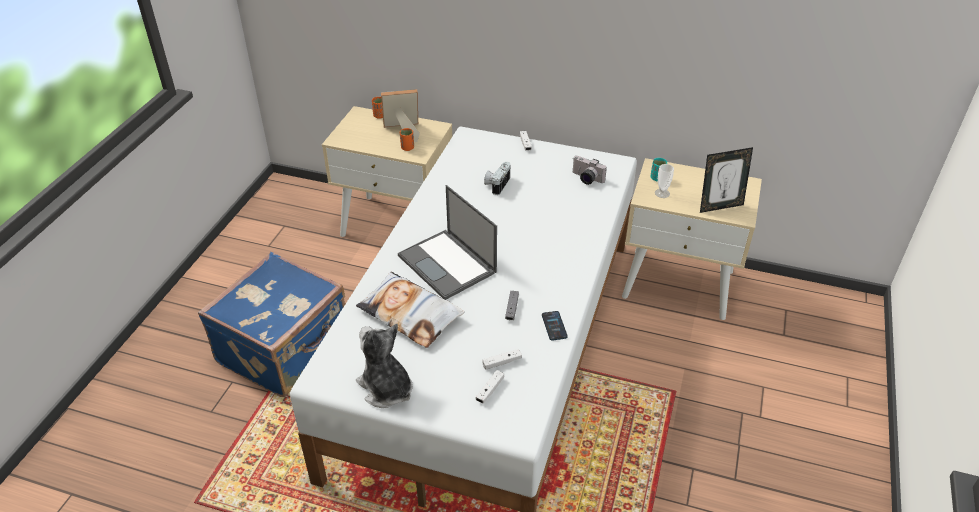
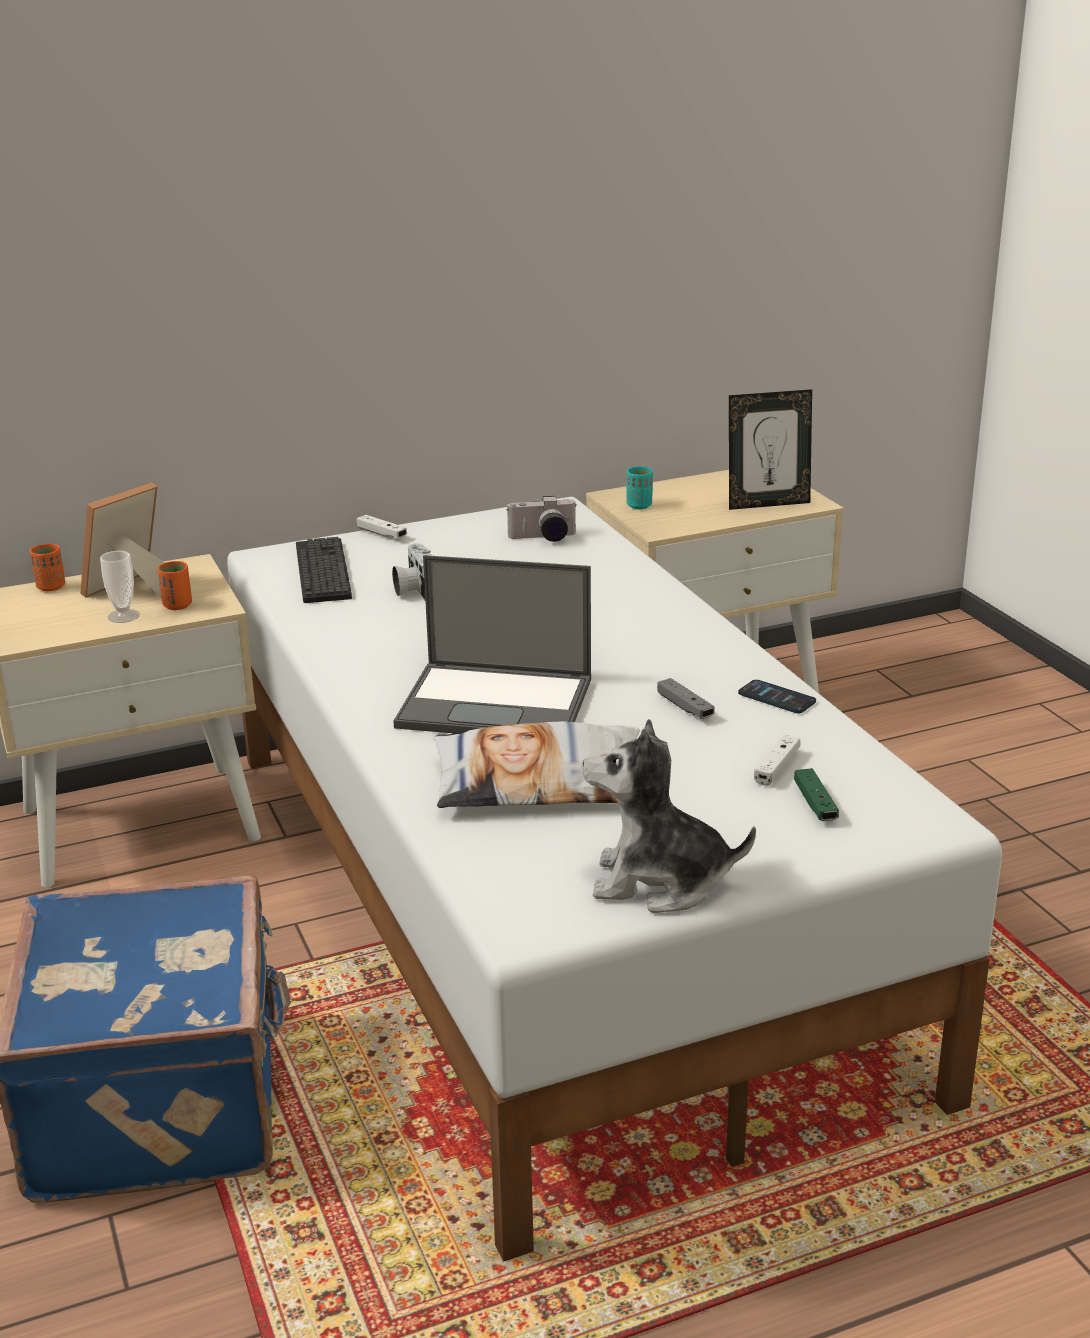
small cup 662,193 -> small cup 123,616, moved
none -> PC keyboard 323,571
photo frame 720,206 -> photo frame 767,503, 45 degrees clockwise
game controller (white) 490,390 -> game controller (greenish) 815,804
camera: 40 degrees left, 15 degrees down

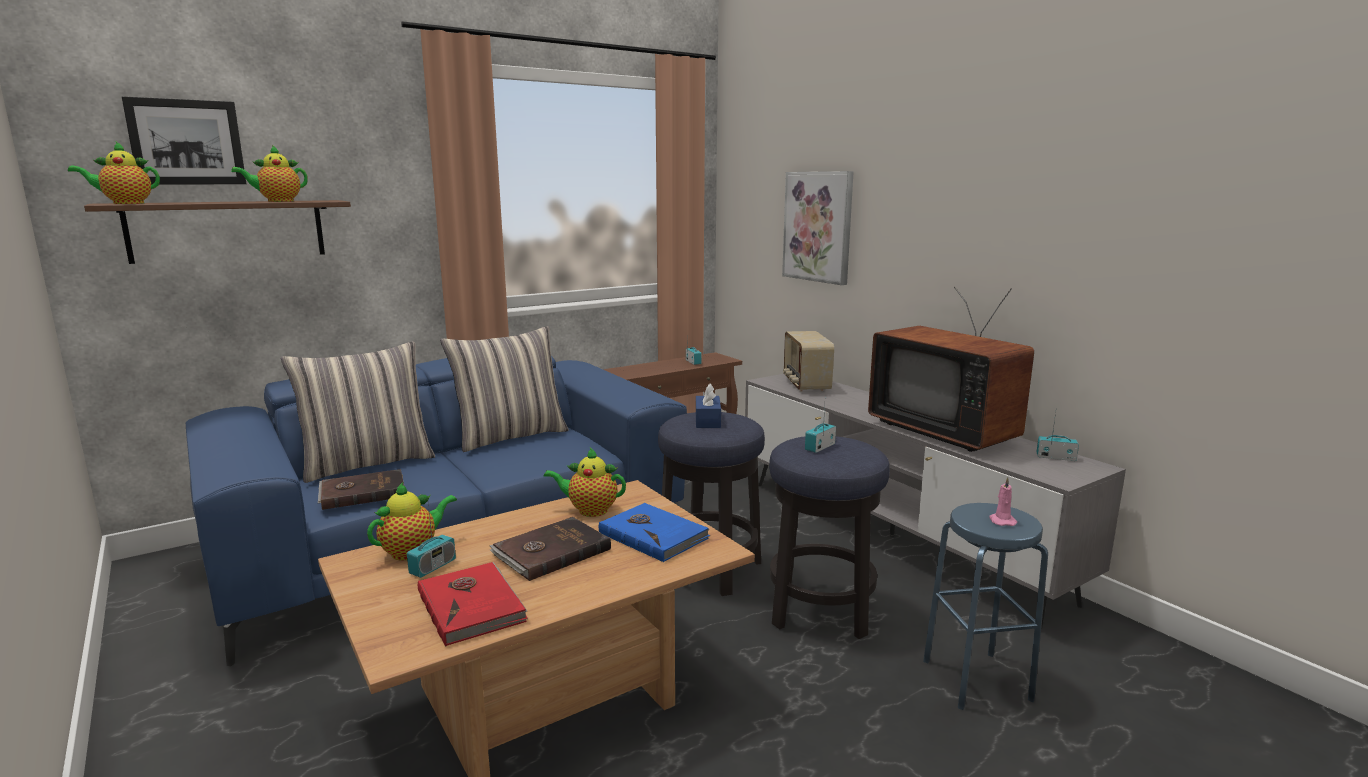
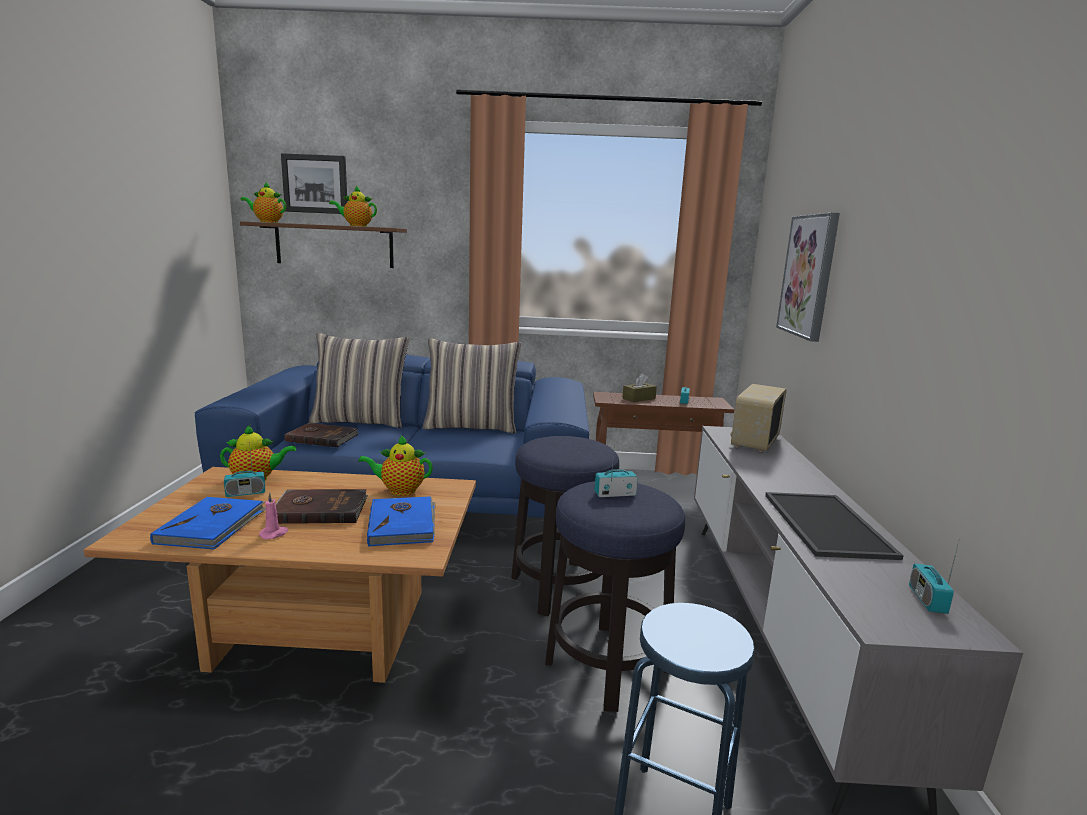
book (red) 472,606 -> book (blue) 213,526
wax light (pinkish) 1001,521 -> wax light (pinkish) 274,534, moved
pot for tea 589,510 -> pot for tea 399,490, 45 degrees counterclockwise
none -> box of tissues (brown) 639,398
TV set 946,431 -> serving tray 829,525
radio 1056,457 -> radio 927,600, 135 degrees counterclockwise
box of tissues (blue) 707,420 -> none
camera: 35 degrees right, 0 degrees up

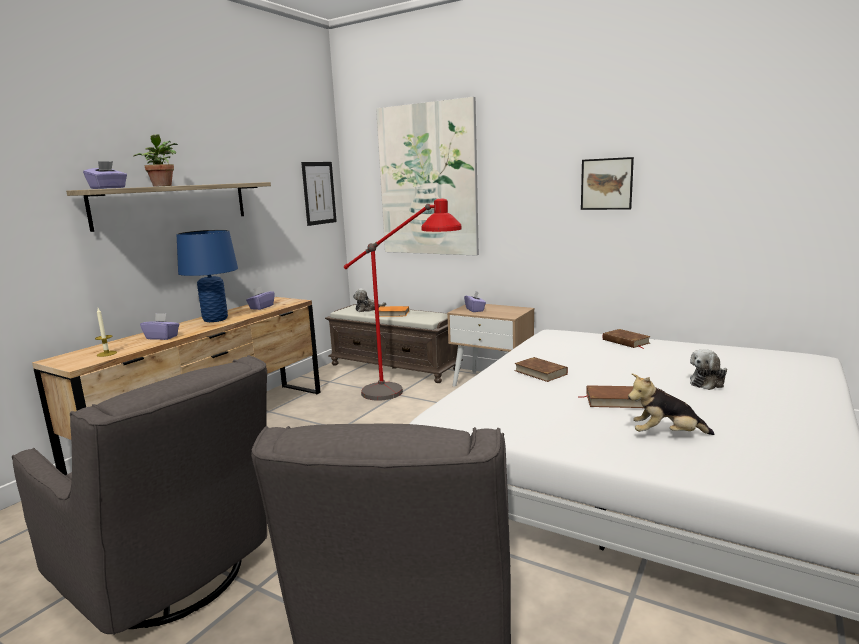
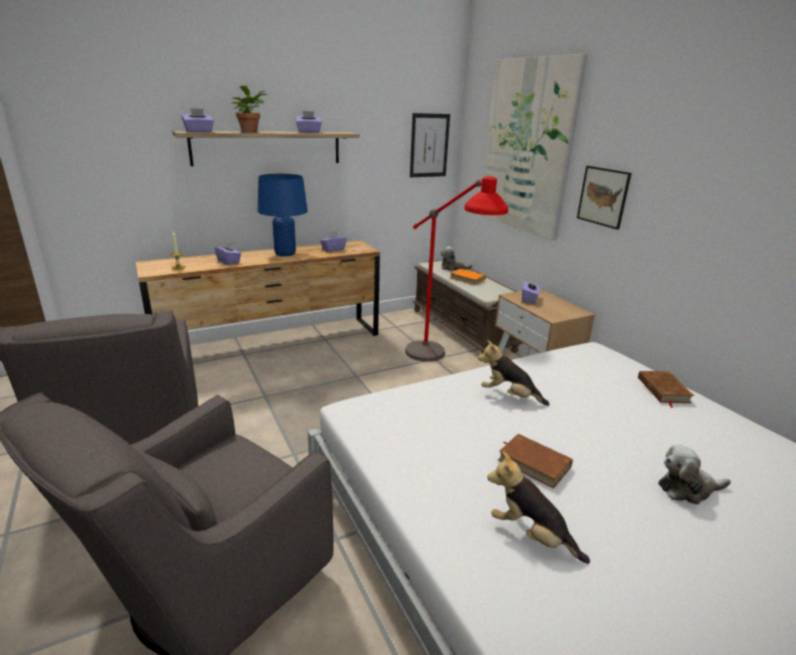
none -> box of tissues (purplish) 309,132
book (brown) 540,372 -> plush toy 509,396
picture 606,184 -> picture 603,196, moved
camera: 30 degrees right, 10 degrees up

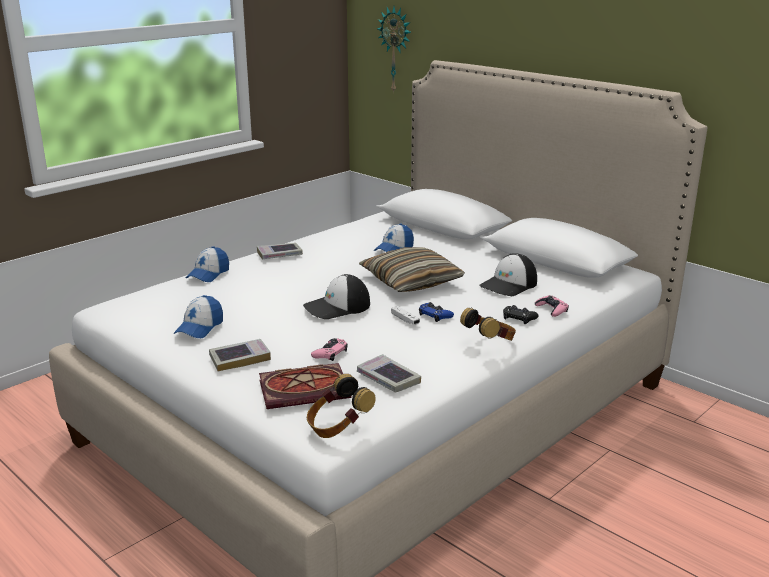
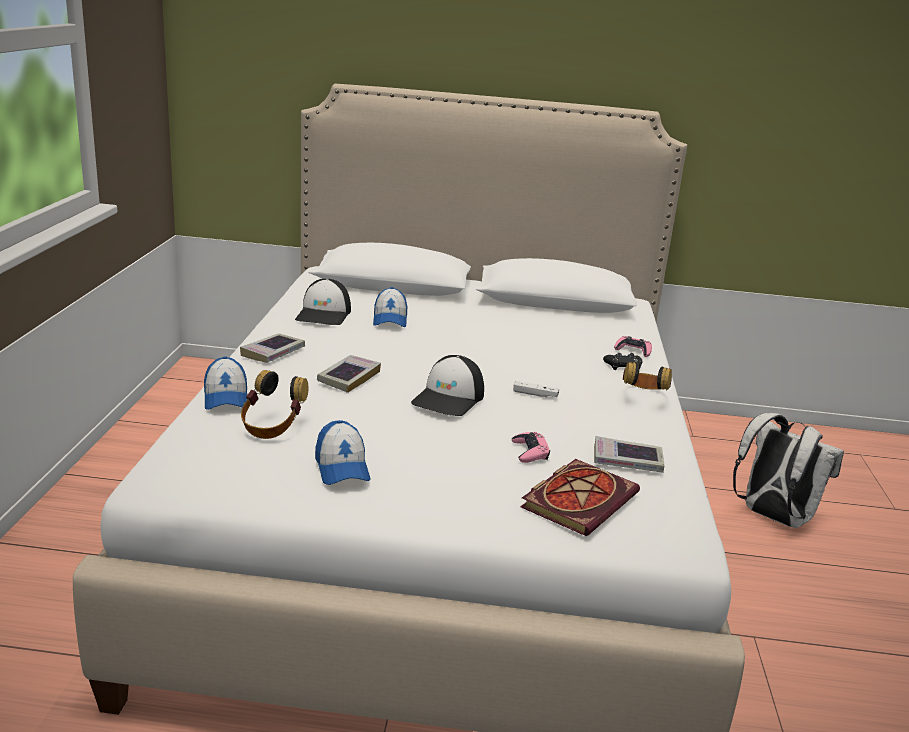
pair of headphones 338,427 -> pair of headphones 272,427, moved
cap 509,285 -> cap 324,314, moved
book 240,358 -> book 349,378, moved
none -> backpack (white) 772,517
throw pillow 411,281 -> none
hanging clock 396,49 -> none
game controller (blue) 435,315 -> none
camera: 40 degrees left, 0 degrees up

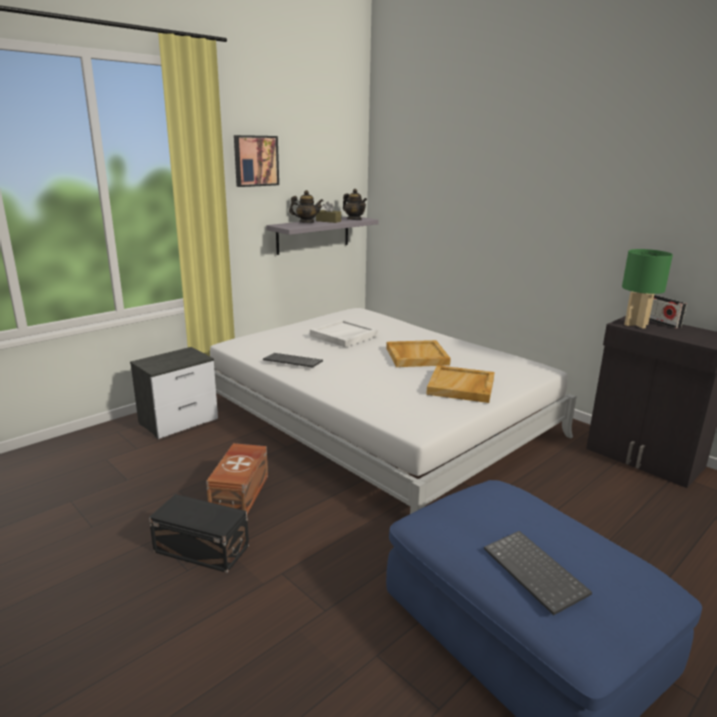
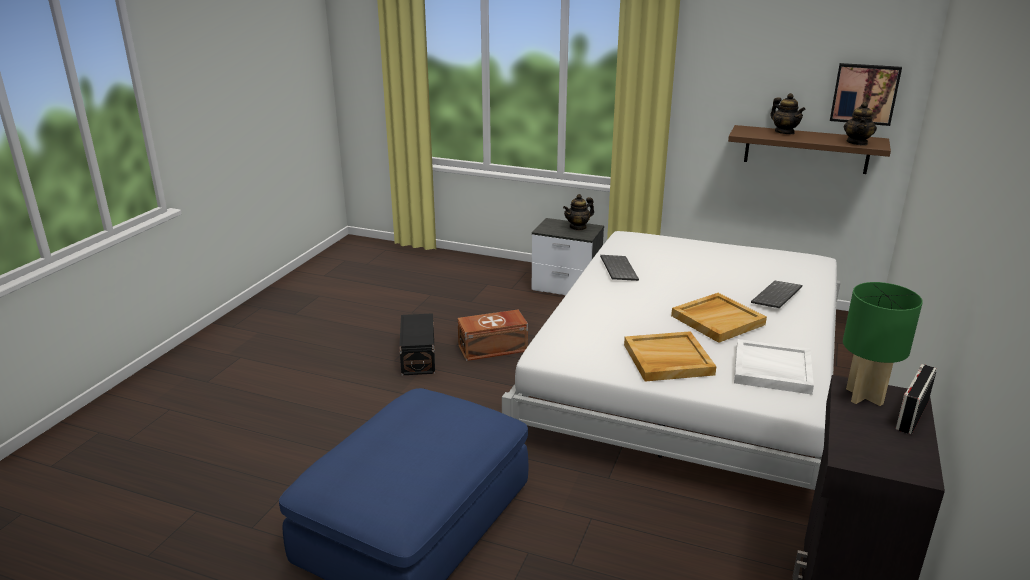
none -> pot for tea 578,227
wall shelf (grey) 313,235 -> wall shelf (brown) 806,149
serving tray (white) 344,336 -> serving tray (white) 771,370, moved
PC keyboard 537,572 -> PC keyboard 777,296, moved
picture 255,161 -> picture 864,93, moved
box of tissues (brown) 328,221 -> none
camera: 65 degrees right, 5 degrees up

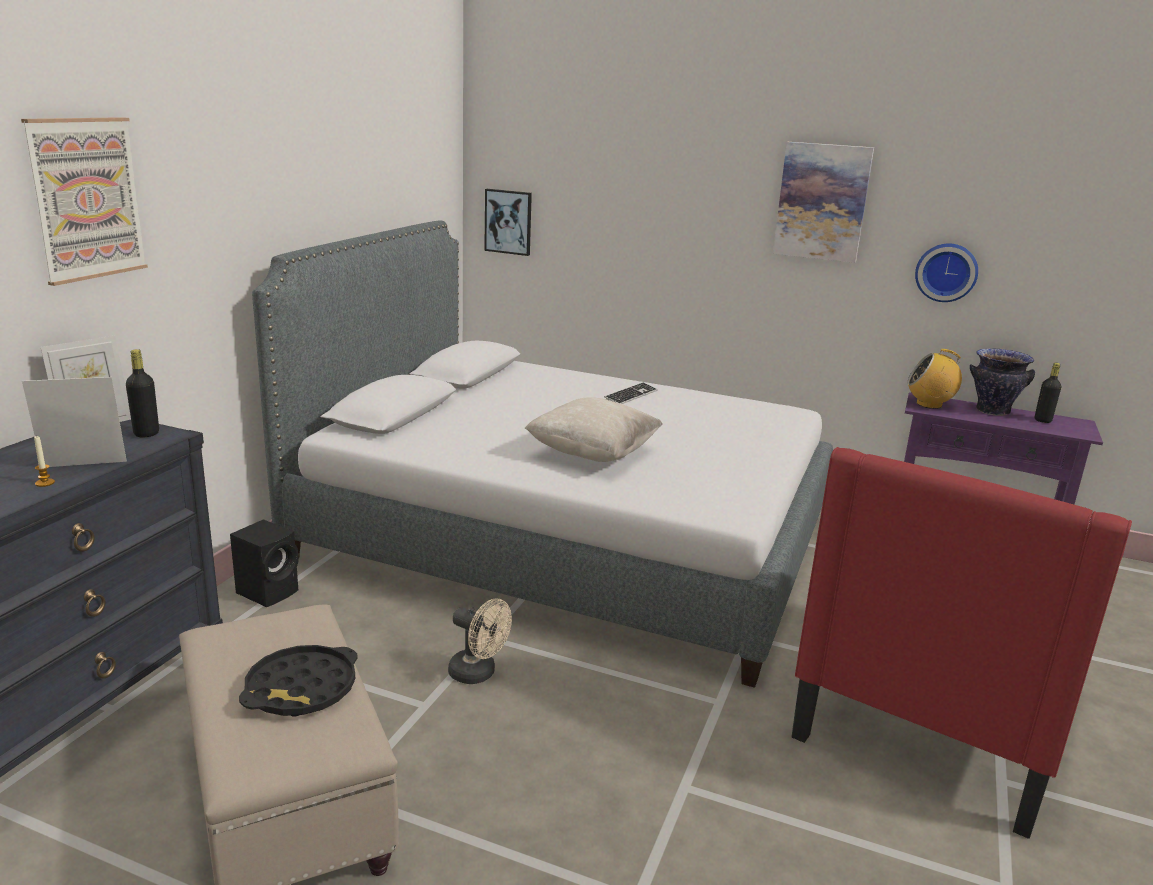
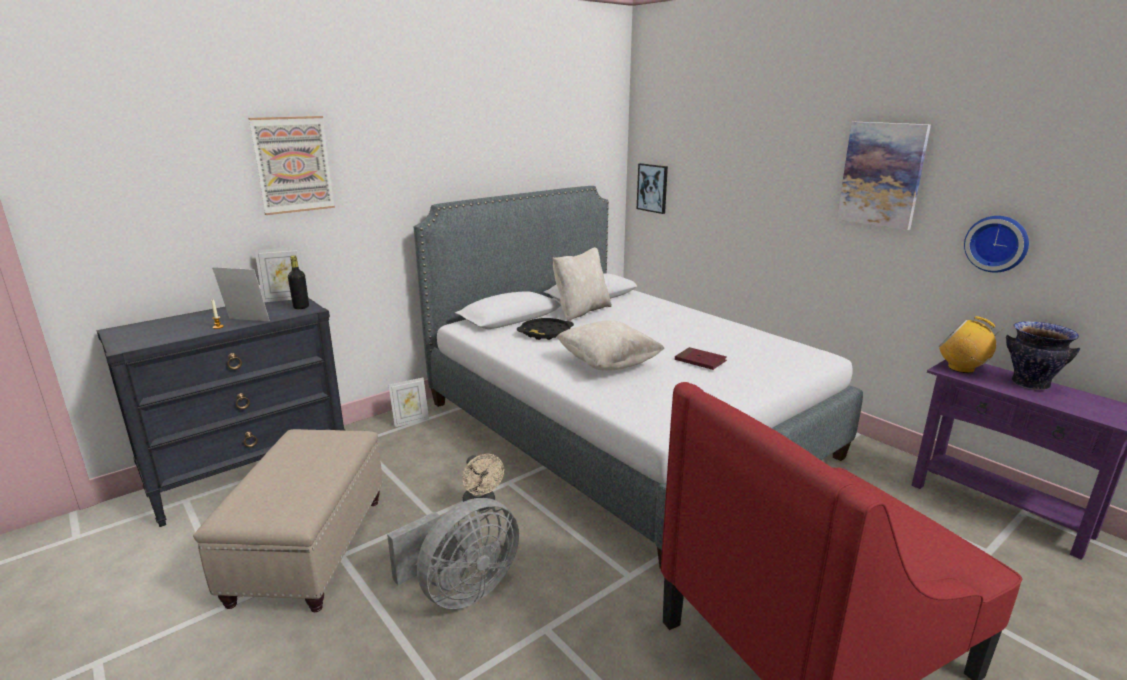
none -> electric fan (grey) 461,591
audio speaker (blackish) 269,591 -> photo frame 411,421
serving tray (blackish) 301,689 -> serving tray (blackish) 545,333, moved
none -> throw pillow (beige) 581,311
none -> book (red) 700,361
PC keyboard 631,395 -> none
beverage bottle (blackish) 1042,420 -> none
camera: 30 degrees right, 0 degrees up

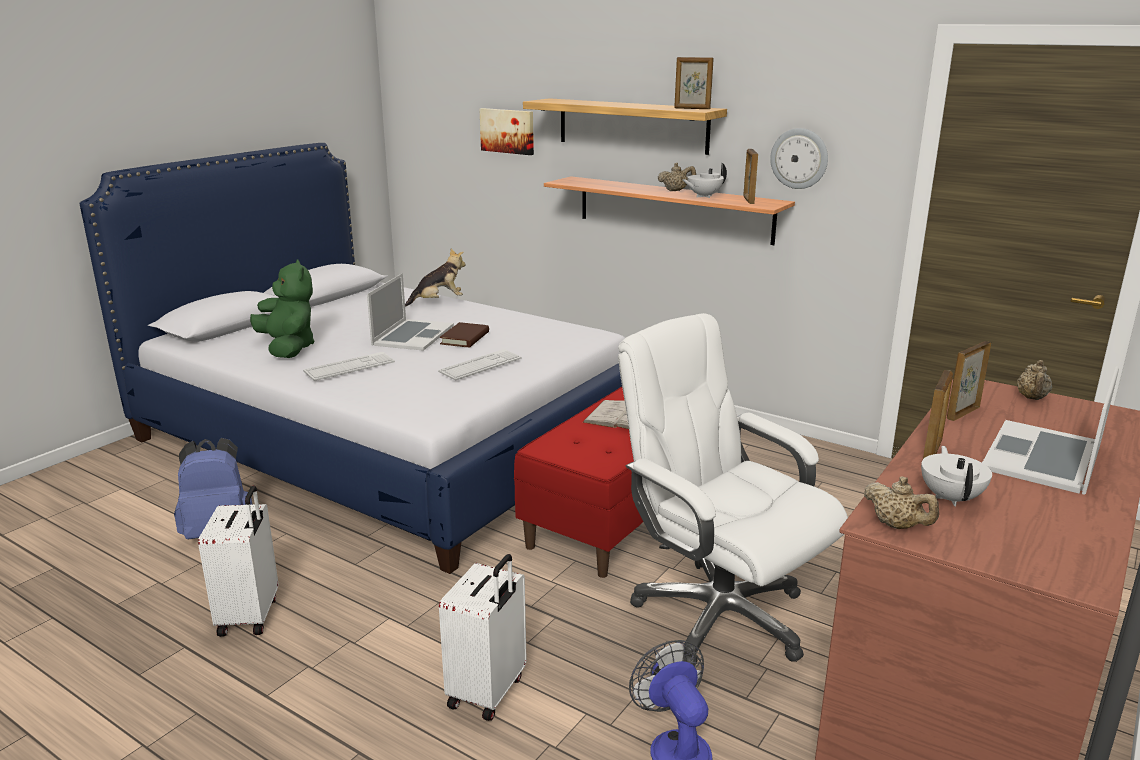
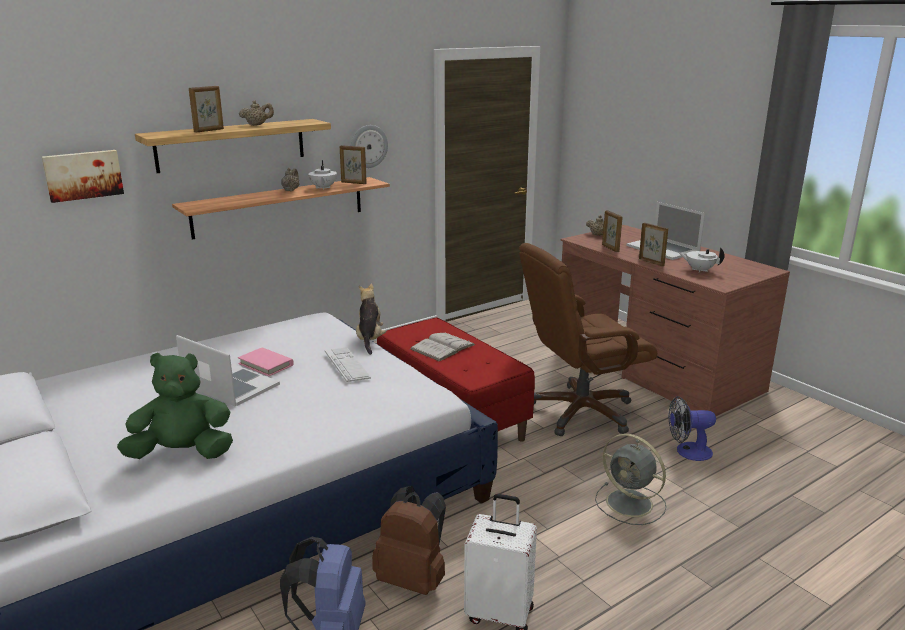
photo frame 692,108 -> photo frame 209,130, moved
book (brown) 465,338 -> book (pinkish) 266,364
pot for tea (beige) 897,526 -> pot for tea (beige) 257,125, moved
plush toy 438,302 -> plush toy 370,339, moved
none -> backpack (brown) 413,579
computer chair (white) 719,614 -> computer chair (brown) 580,412
piece of luggage (white) 488,692 -> electric fan (grey) 631,504
PC keyboard 349,367 -> none
camera: 70 degrees left, 0 degrees up

